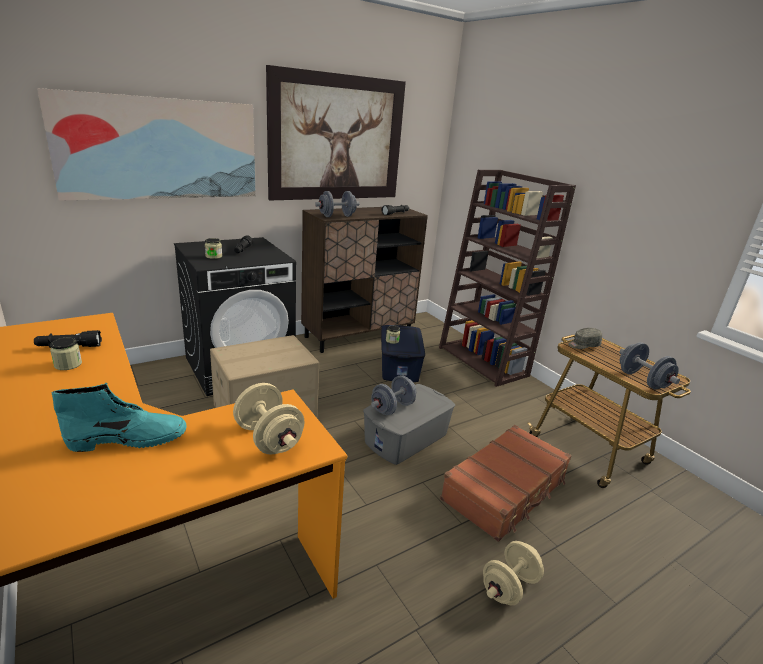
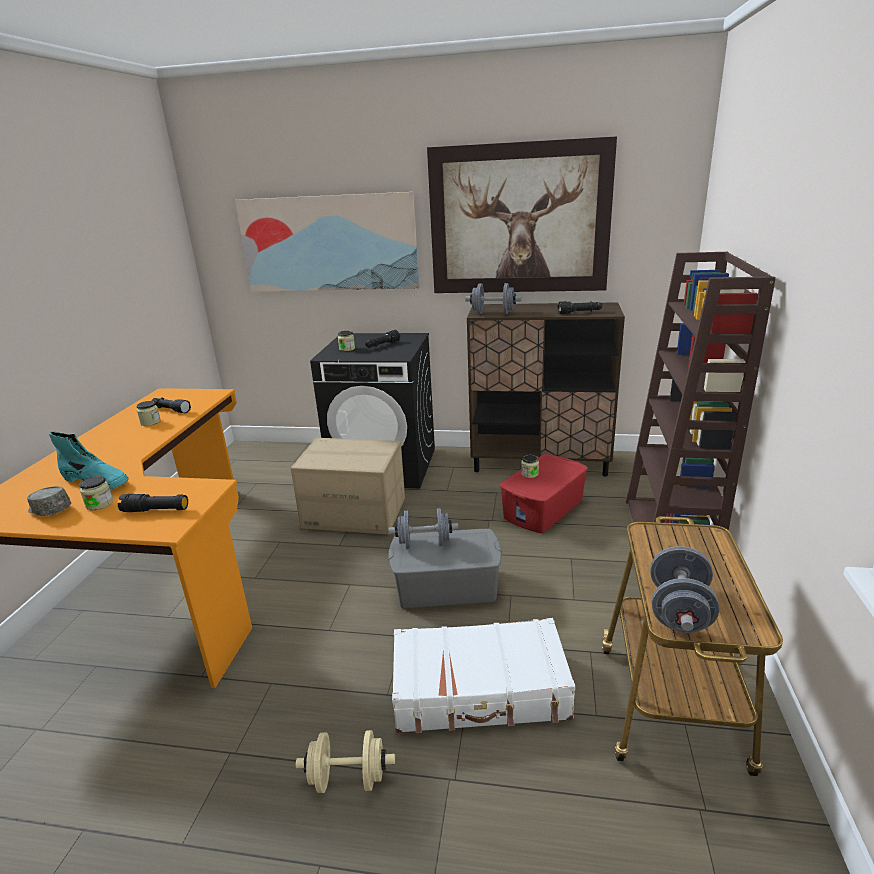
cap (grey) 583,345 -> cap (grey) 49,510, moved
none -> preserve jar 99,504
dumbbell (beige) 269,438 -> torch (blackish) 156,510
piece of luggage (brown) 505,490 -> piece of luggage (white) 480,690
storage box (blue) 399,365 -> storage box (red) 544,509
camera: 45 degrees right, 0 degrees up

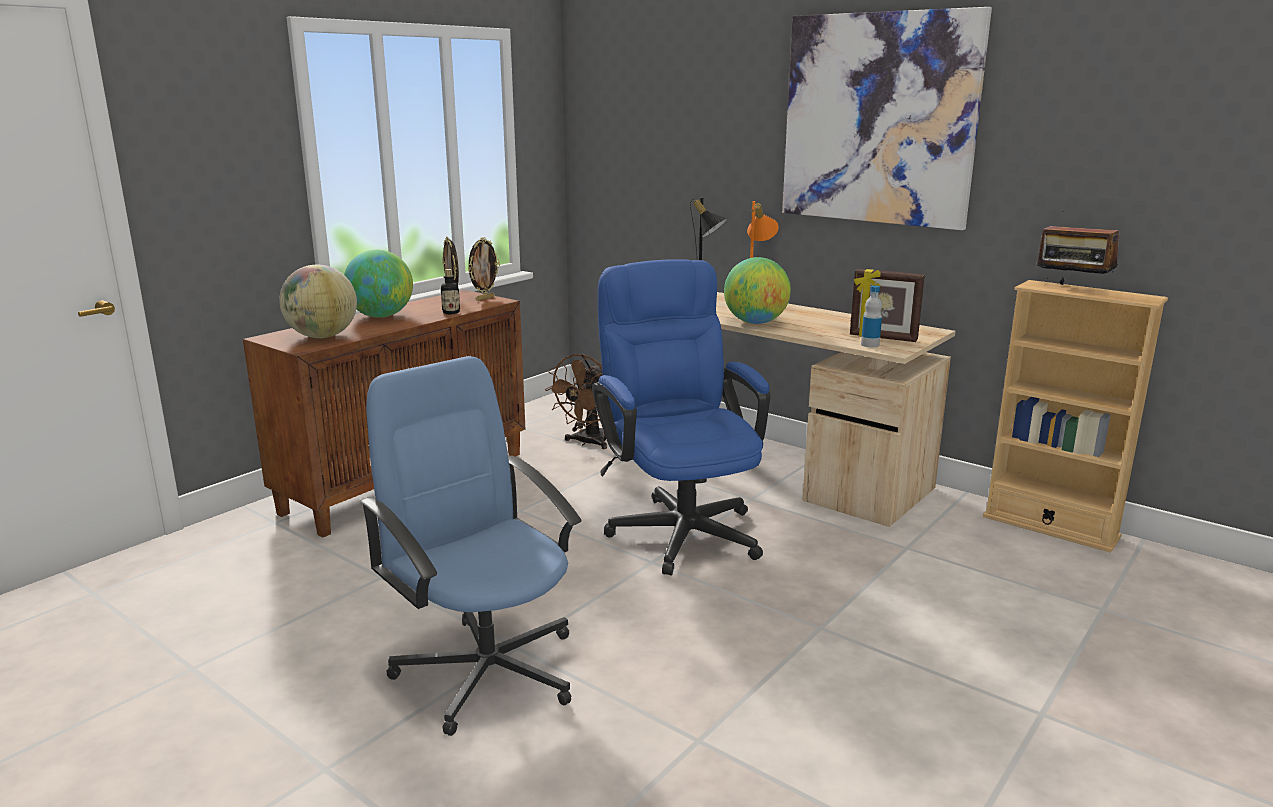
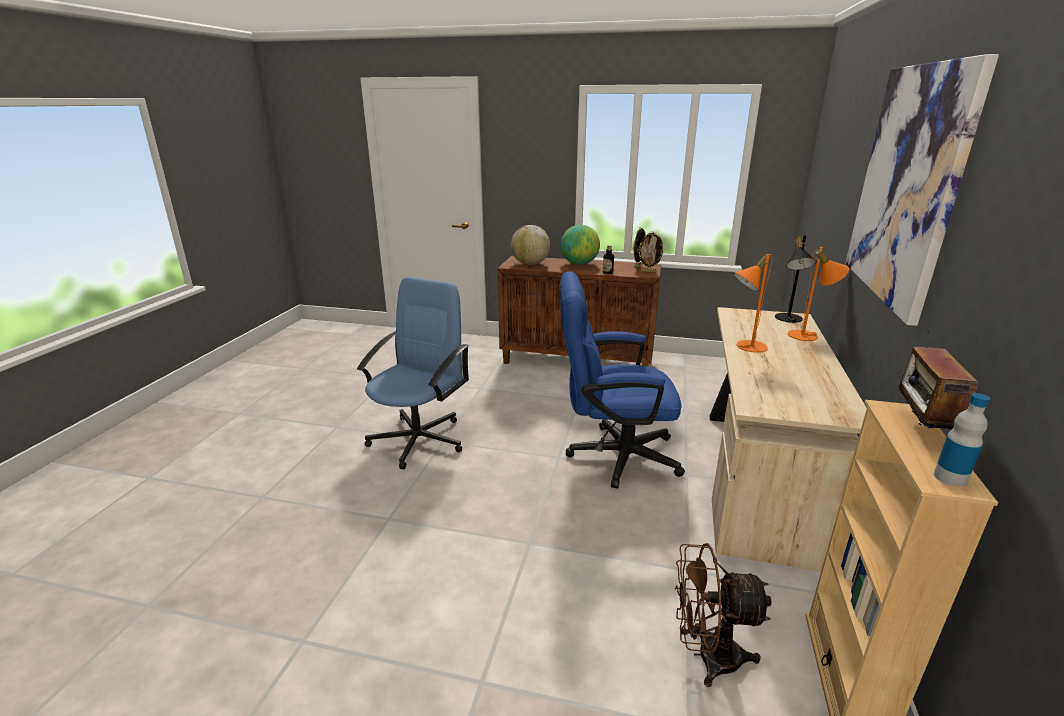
computer chair (blue) 679,527 -> computer chair (blue) 612,455, 135 degrees counterclockwise
electric fan (brown) 587,442 -> electric fan (brown) 707,656, moved
world globe 755,322 -> table lamp (orange-coloured) 745,346
beverage bottle 870,344 -> beverage bottle 950,478, moved
photo frame 883,338 -> none
camera: 65 degrees right, 5 degrees up

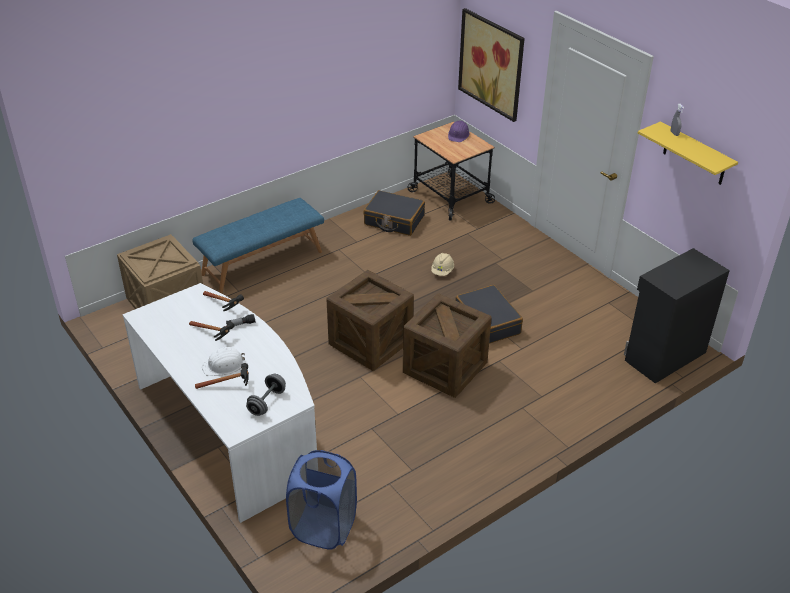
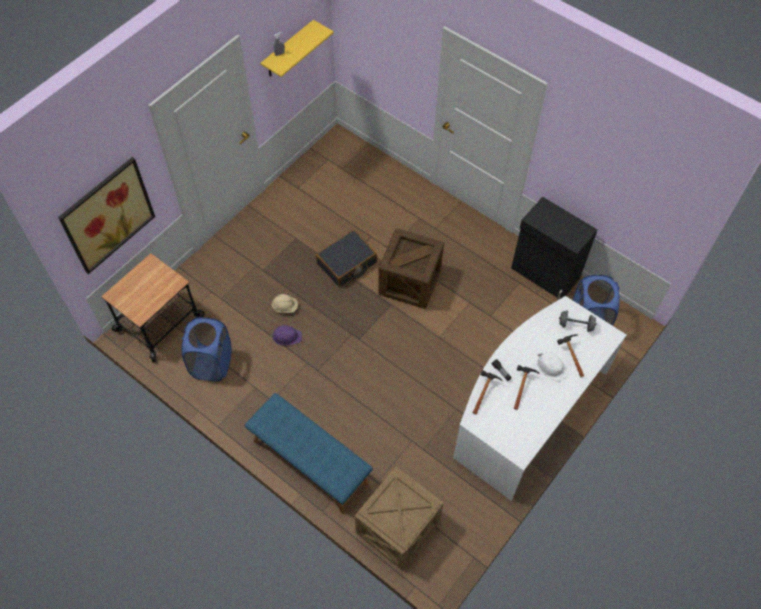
piece of luggage (blackish) 394,220 -> laundry basket (blue) 212,364
work helmet (purplish) 458,135 -> work helmet (purplish) 286,336, moved
storage cabinet (blackish) 663,356 -> storage cabinet (blackish) 545,274, moved
packing crate 370,342 -> none
camera: 105 degrees left, 20 degrees up

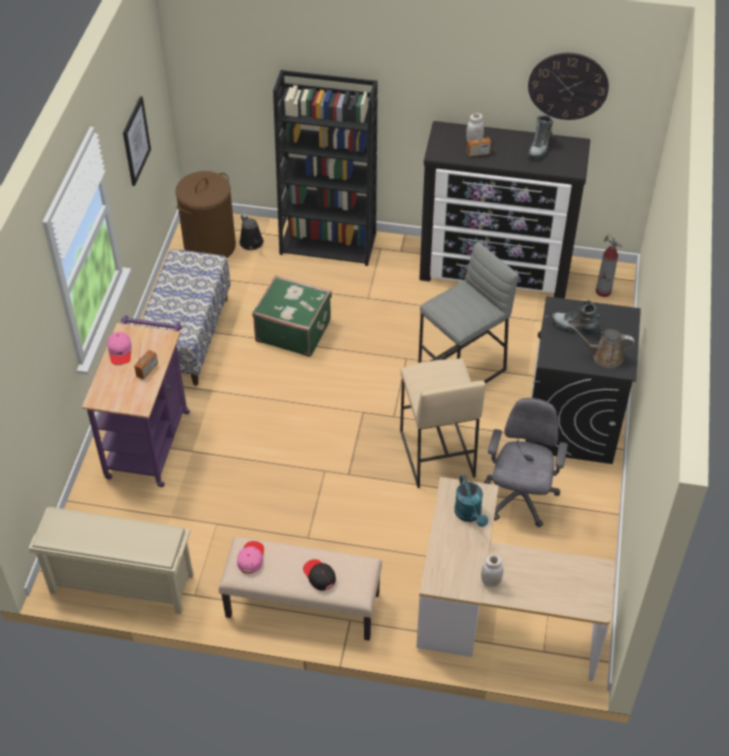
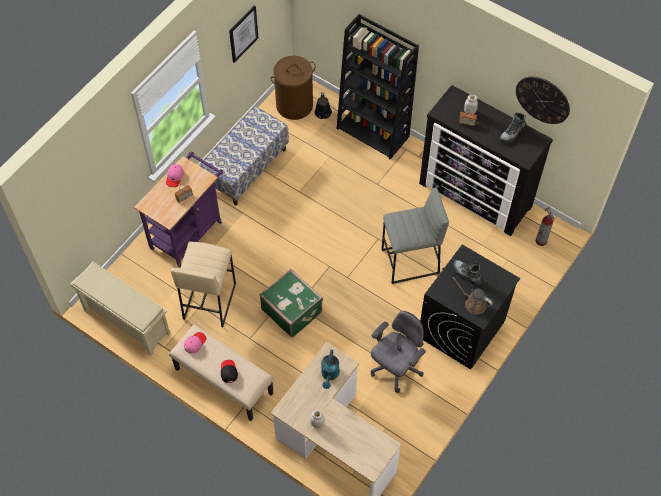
stool (beige) 436,454 -> stool (beige) 209,301, moved
piece of luggage (greenish) 293,330 -> piece of luggage (greenish) 292,310, moved
camera: 25 degrees right, 10 degrees up

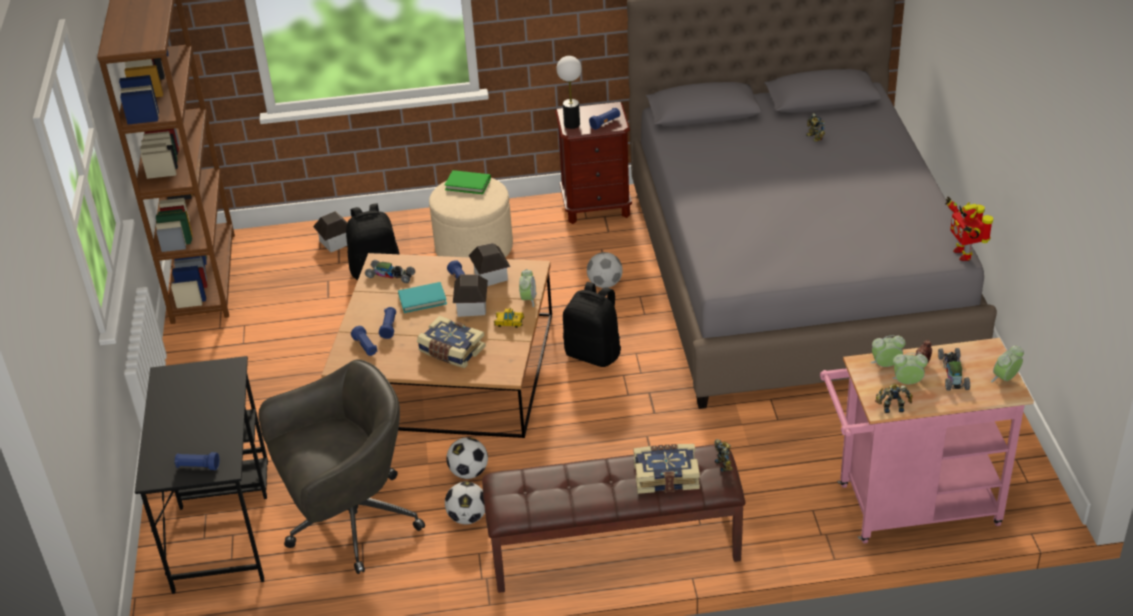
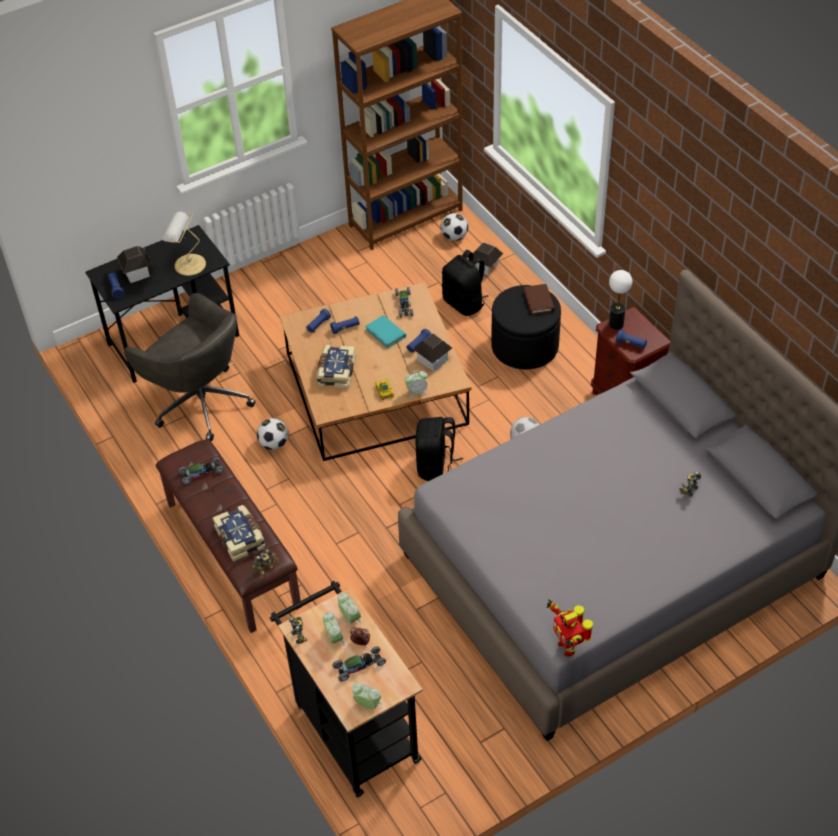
miniature house 472,307 -> miniature house 137,272, moved
none -> table lamp 188,264
none -> model car 201,473
cart (pinkish) 908,507 -> cart (blackish) 352,727
ball for football 467,517 -> ball for football 454,237, moved
pouffe (beige) 474,248 -> pouffe (blackish) 524,346
book (greenish) 468,184 -> book (brown) 539,301
robot figure 964,253 -> robot figure 568,646, 75 degrees counterclockwise
camera: 65 degrees right, 10 degrees up

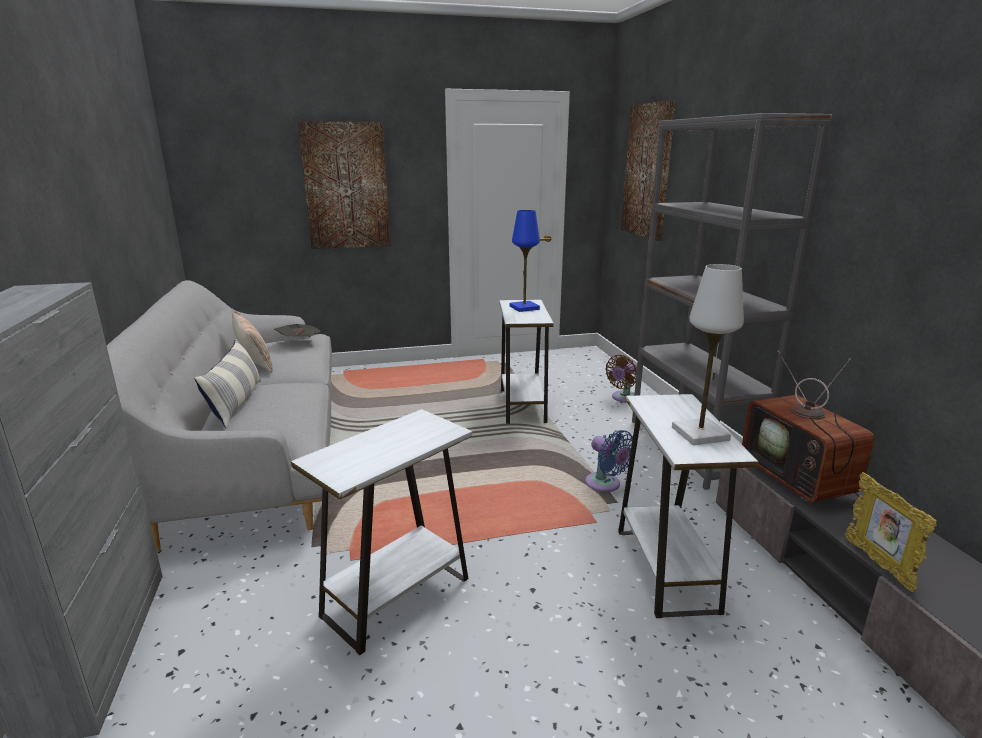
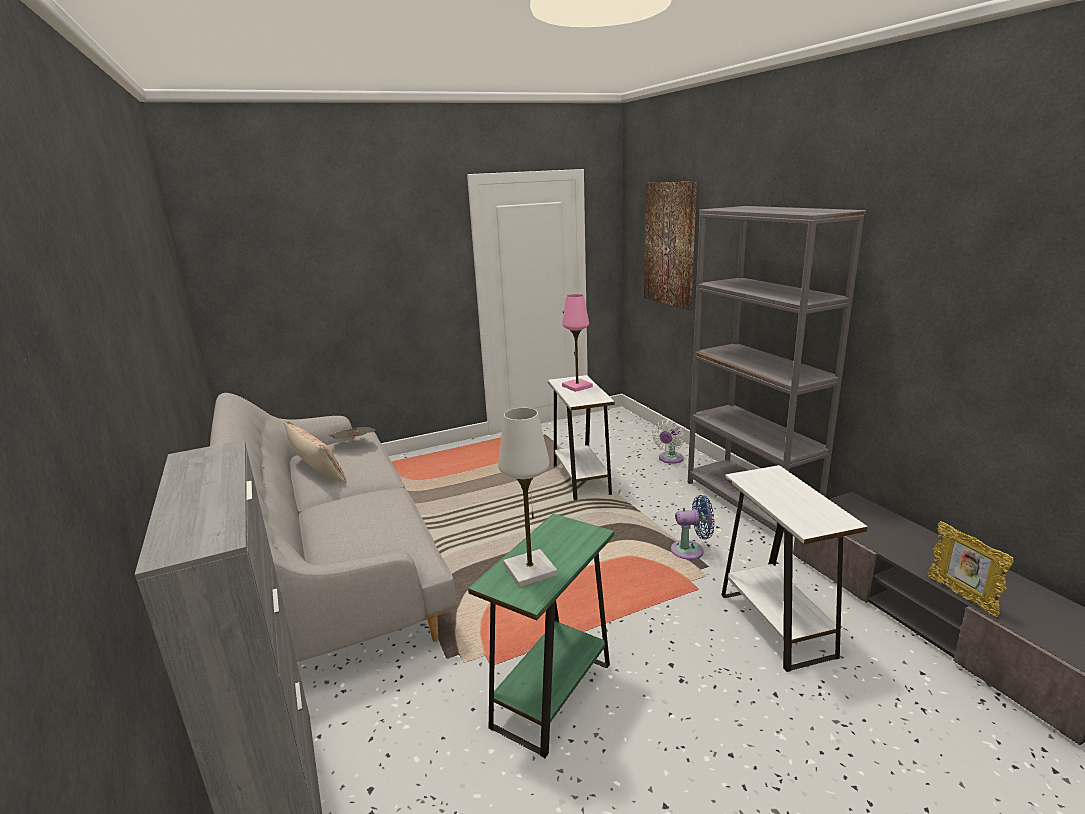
side table (white) 396,597 -> side table (greenish) 552,695
table lamp (white) 700,434 -> table lamp (white) 530,570, moved
table lamp (blue) 524,308 -> table lamp (pinkish) 577,386
electric fan (brown) 623,398 -> electric fan (white) 669,459
electric fan (blue) 605,485 -> electric fan (blue) 691,550, 45 degrees counterclockwise
throw pillow 236,403 -> none
picture 346,186 -> none
TV set 801,480 -> none
camera: 10 degrees left, 0 degrees up

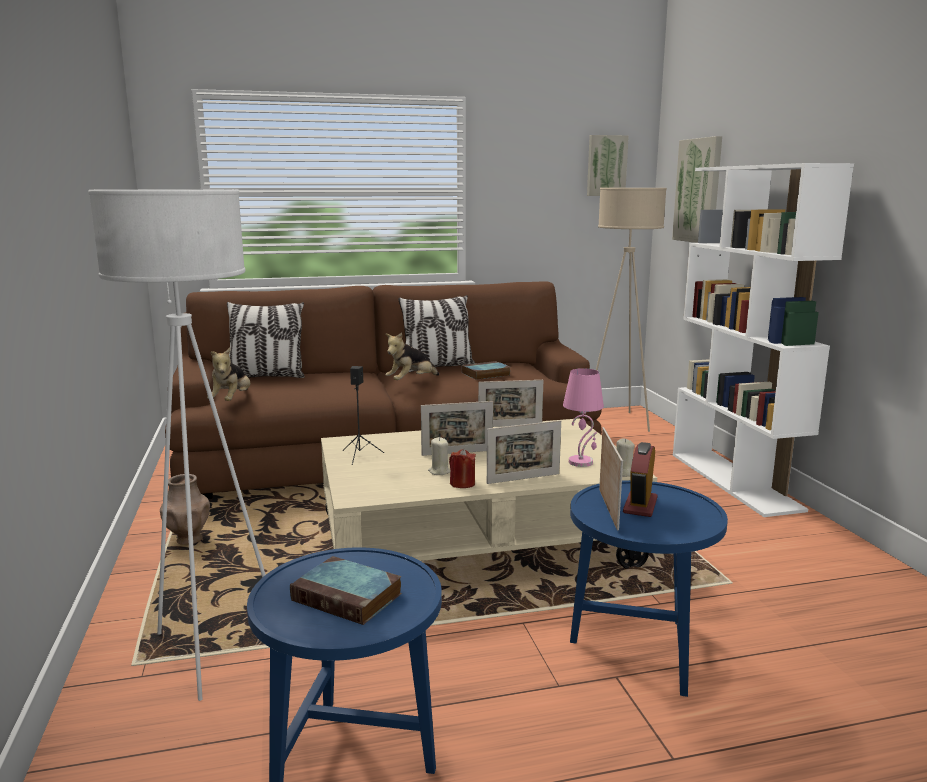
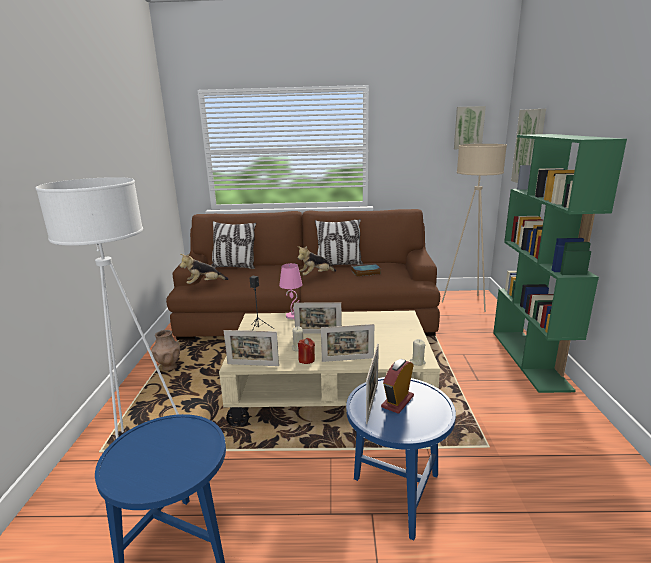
plush toy 232,401 -> plush toy 204,284, 45 degrees clockwise
photo frame 510,426 -> photo frame 253,365, moved
table lamp (pinkish) 581,462 -> table lamp (pinkish) 293,316, moved
bookcase (white) 735,481 -> bookcase (greenish) 530,359
book 349,597 -> none
camera: 15 degrees right, 5 degrees up

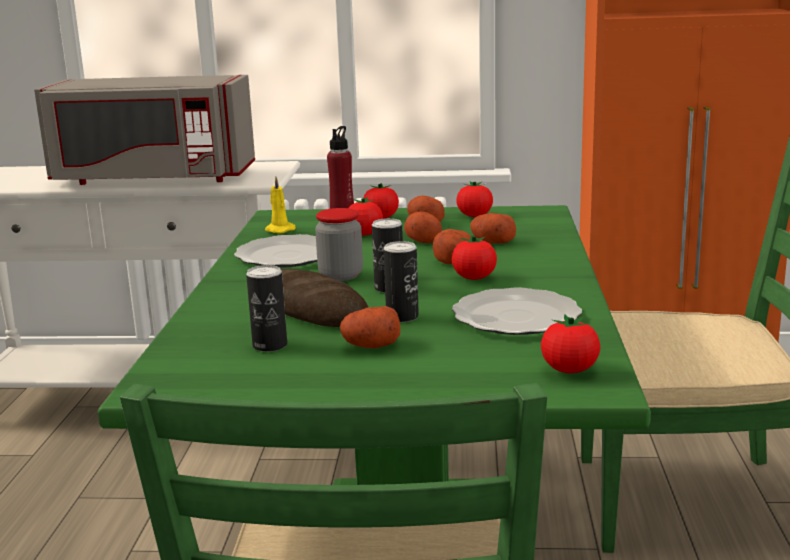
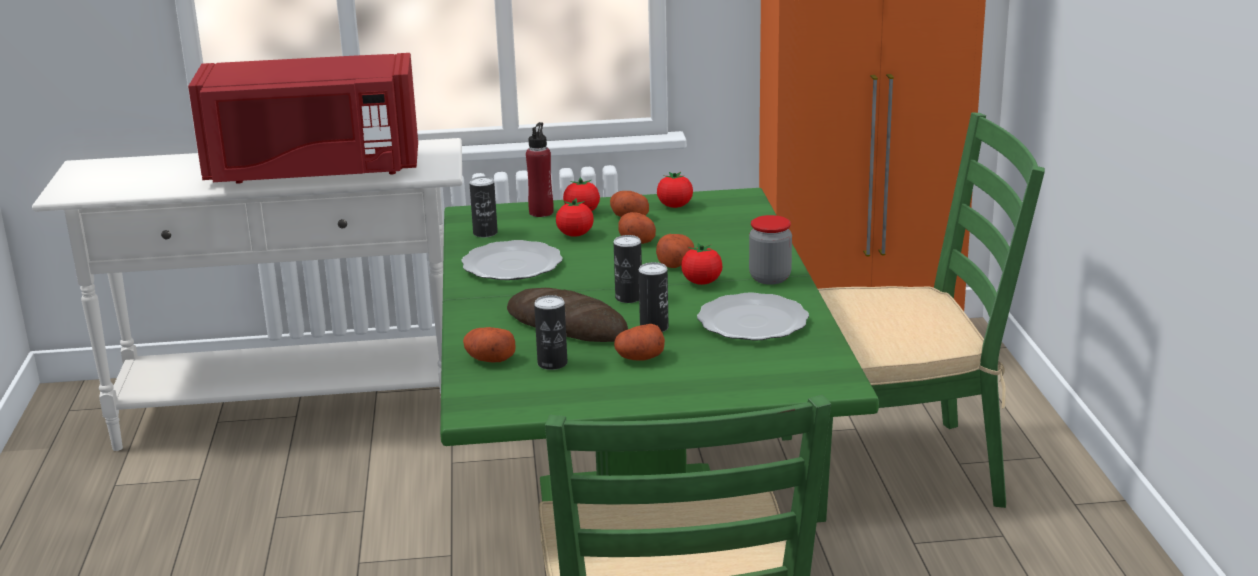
microwave oven (grey) 152,178 -> microwave oven (red) 313,171
whole potato 491,242 -> whole potato 489,359, moved
wax light (yellowish) 279,230 -> can 485,233
preserve jar 340,276 -> preserve jar 770,278, moved
tomato 569,370 -> none
camera: 10 degrees left, 5 degrees up

